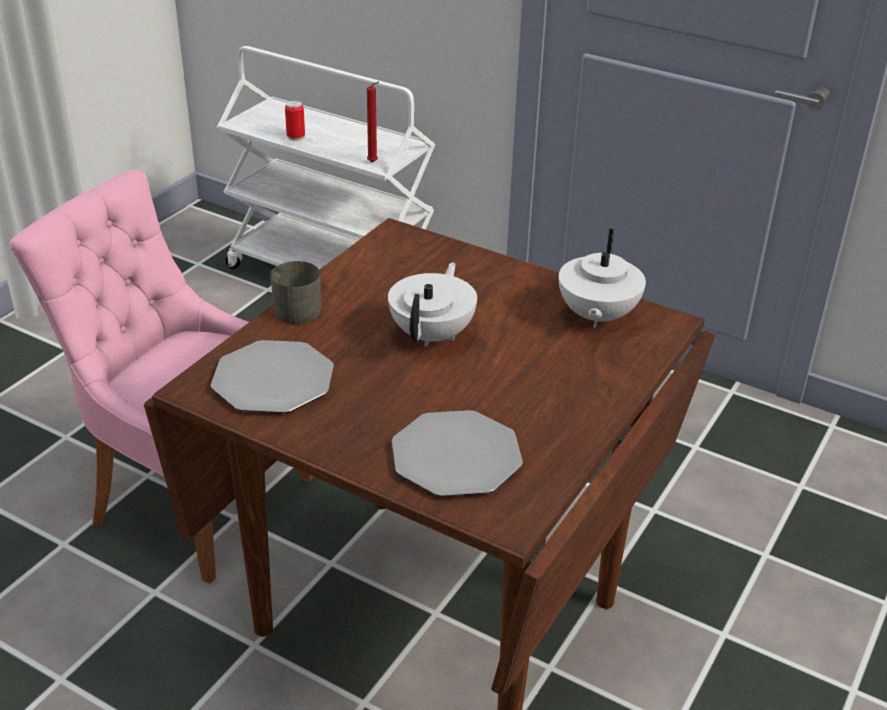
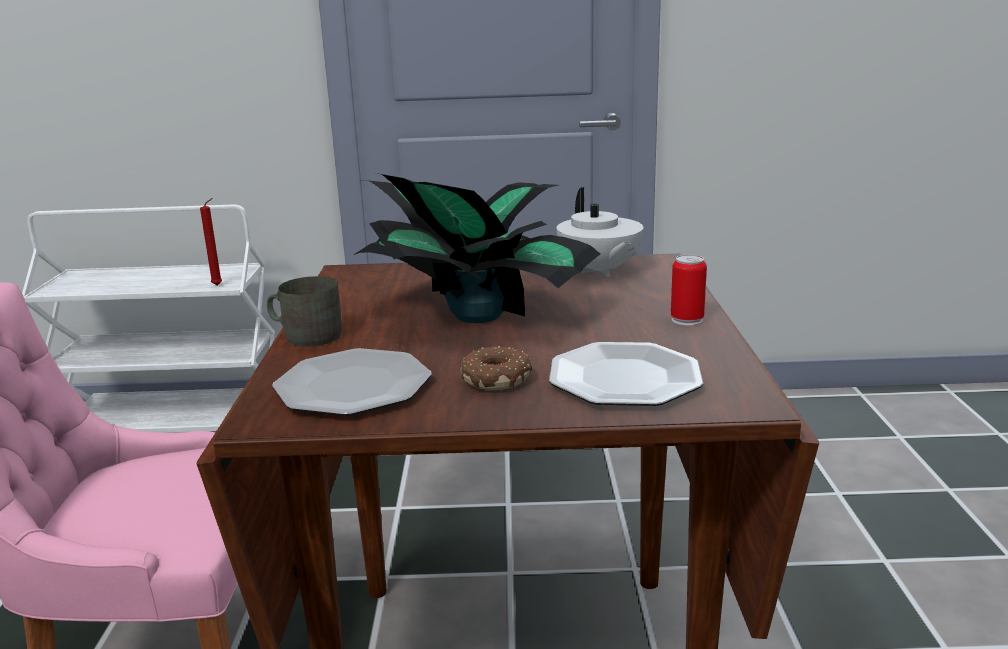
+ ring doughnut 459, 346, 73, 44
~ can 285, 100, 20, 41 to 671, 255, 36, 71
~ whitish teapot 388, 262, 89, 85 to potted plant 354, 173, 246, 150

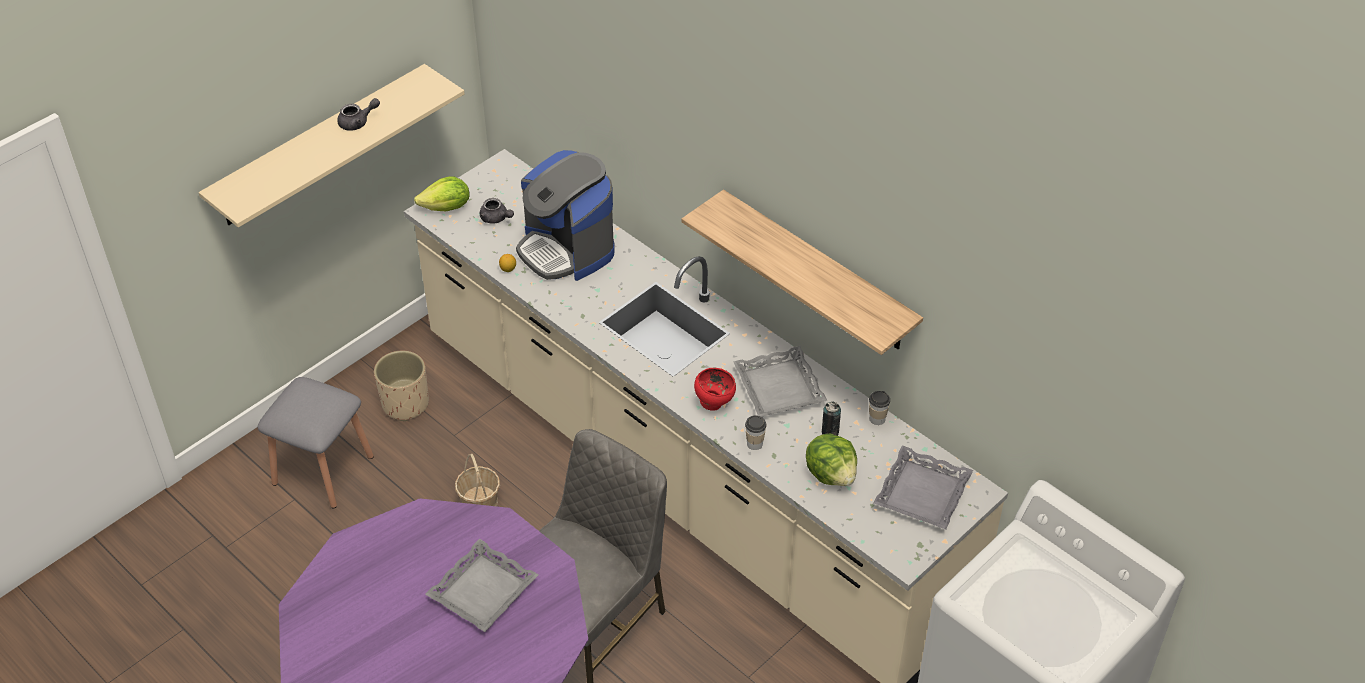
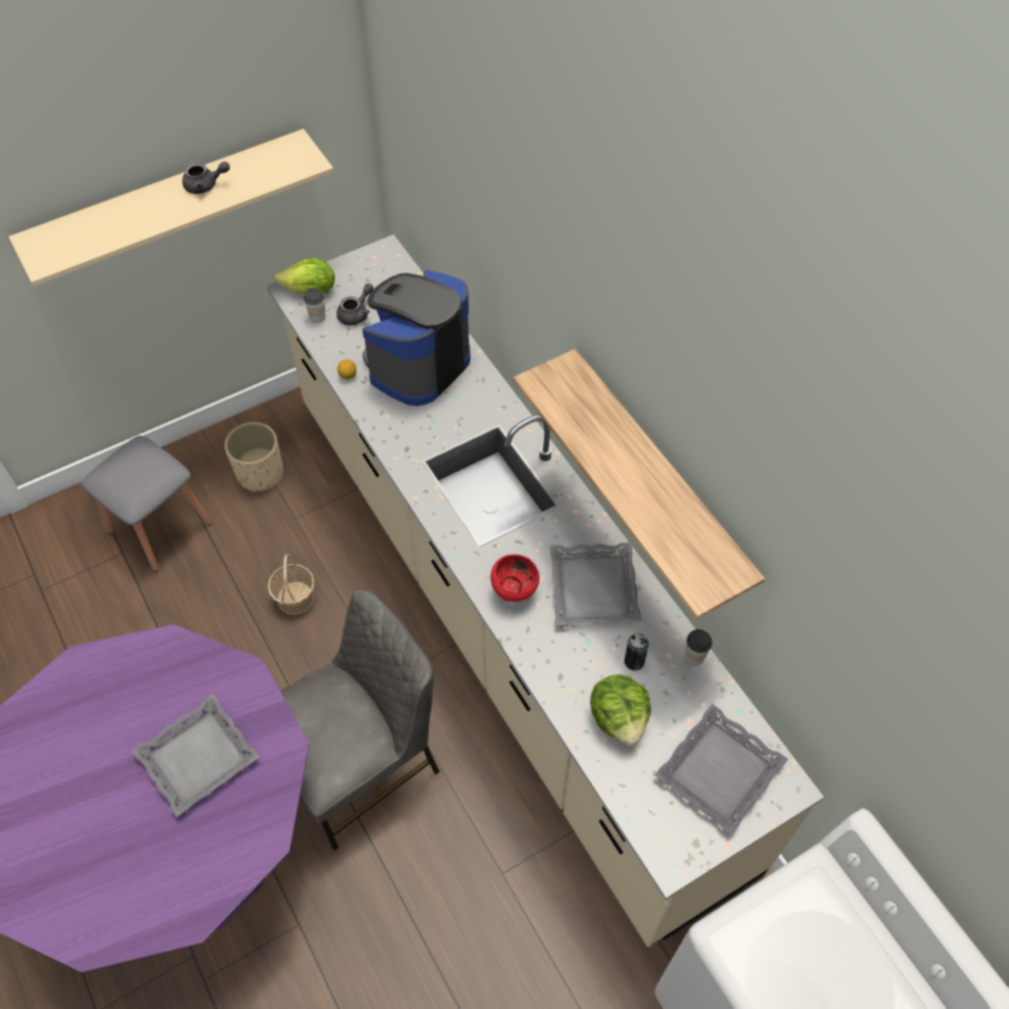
~ small cup 745, 415, 22, 35 to 303, 288, 22, 35
~ grey teapot 480, 198, 34, 26 = 337, 283, 36, 42 105 degrees counterclockwise
~ coffee brewer 516, 150, 99, 131 = 362, 270, 108, 136 60 degrees clockwise

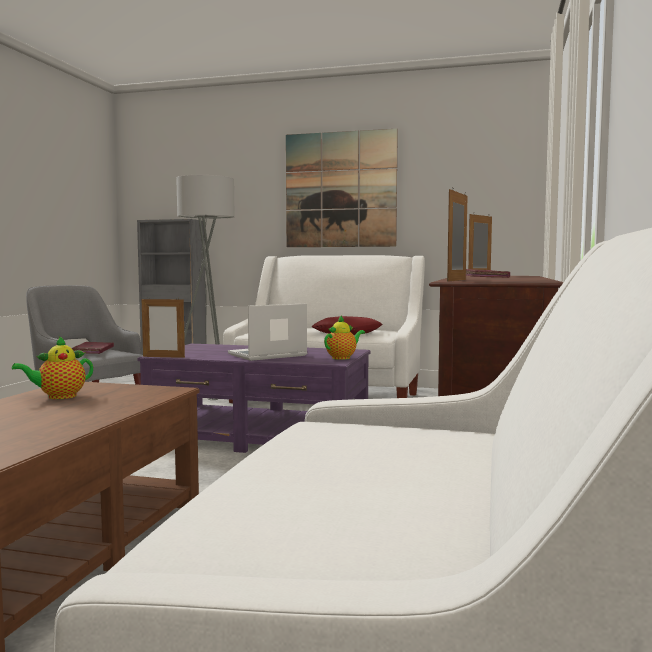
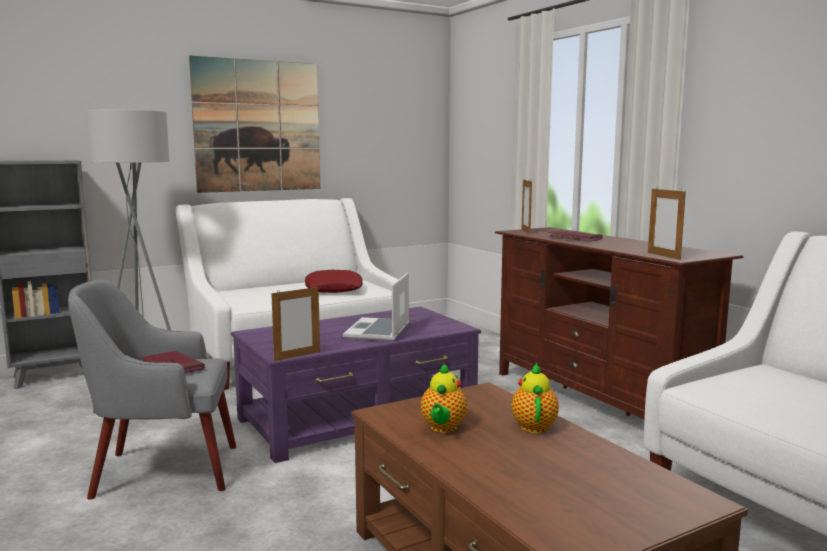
~ teapot 324, 316, 41, 44 to 511, 362, 48, 71

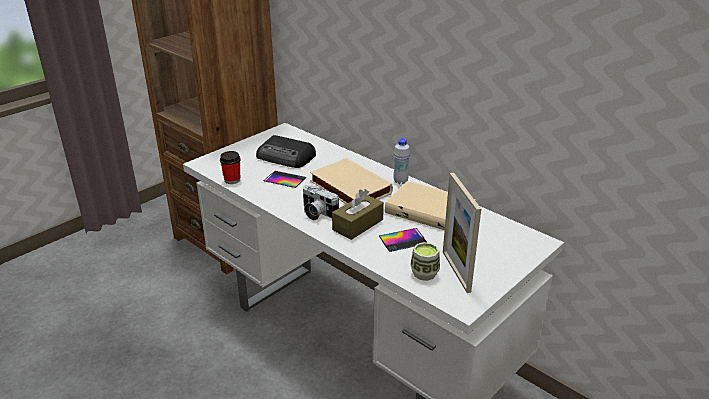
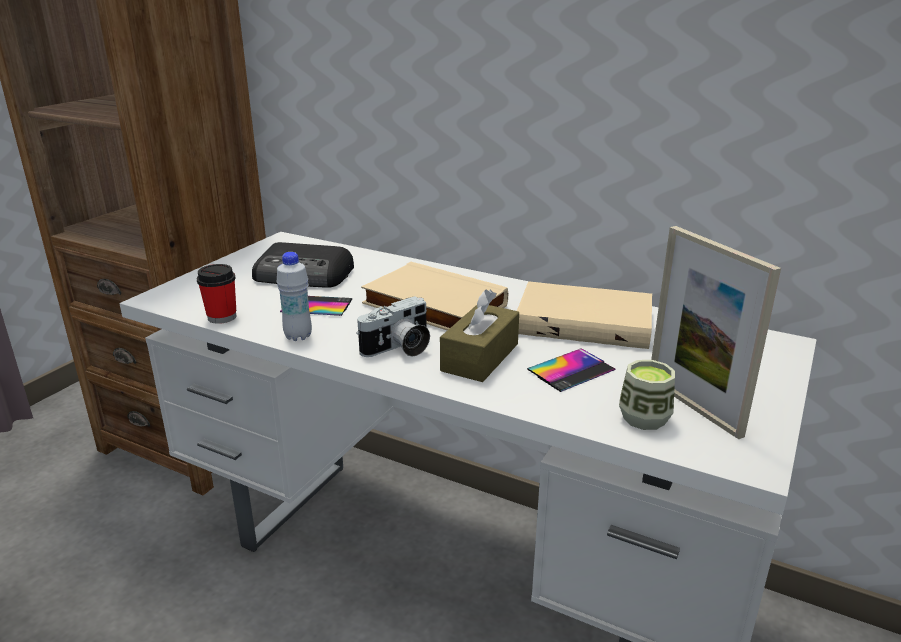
~ whitish drink bottle 393, 138, 17, 46 to 277, 252, 35, 89
~ photo camera 303, 185, 36, 35 = 356, 296, 74, 61 60 degrees counterclockwise

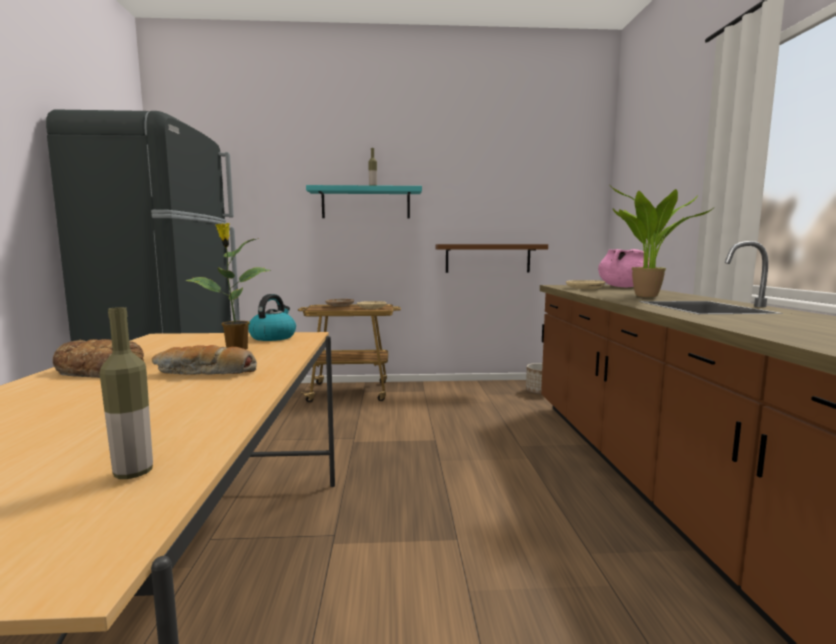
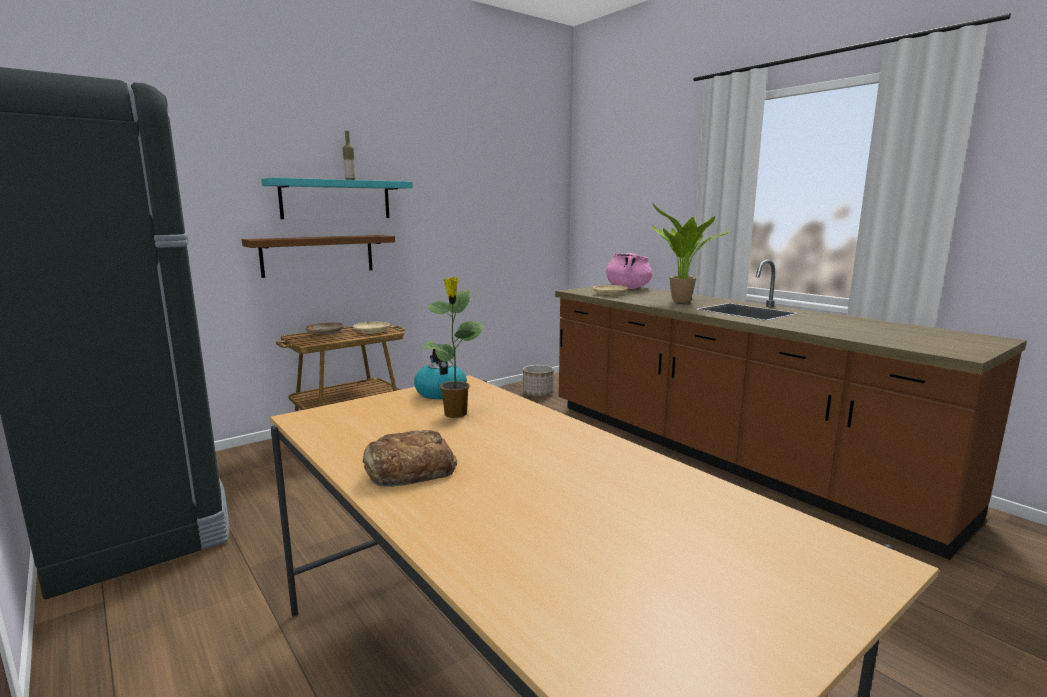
- drink bottle 100, 307, 53, 172
- baked bread 152, 345, 105, 30
~ brown-coloured shelf 435, 244, 113, 29 to 242, 235, 153, 43

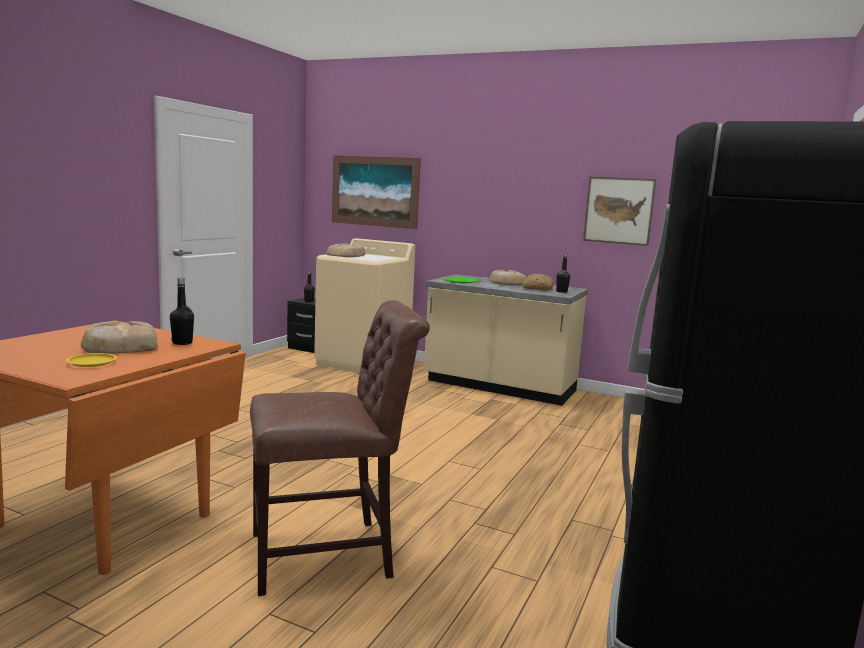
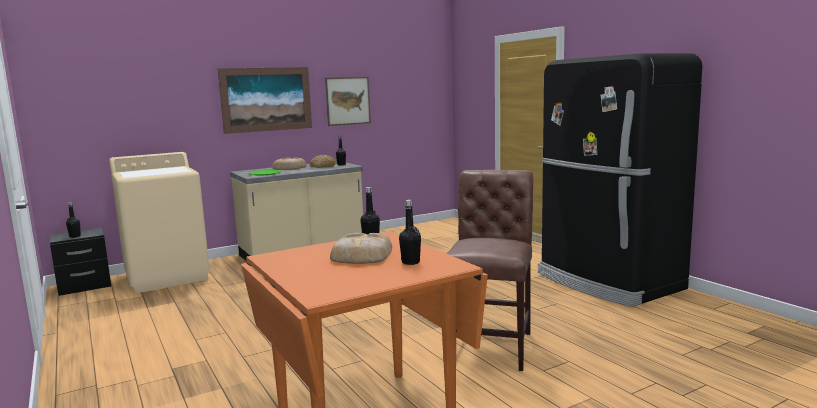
- baked bread 326, 243, 40, 14
~ picture 332, 155, 89, 74 to 218, 67, 94, 67
~ yellow-coloured flat dish 66, 353, 51, 14 to black-coloured drink bottle 399, 200, 22, 65

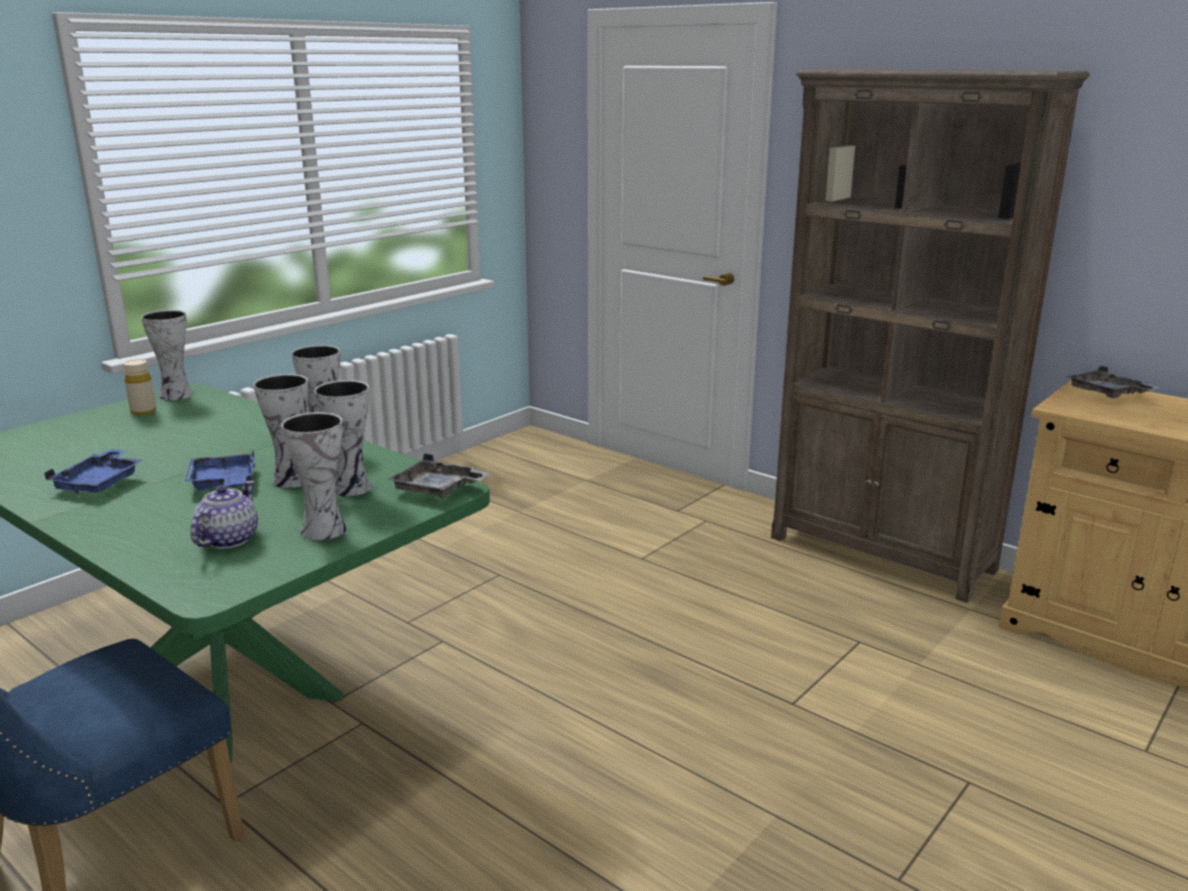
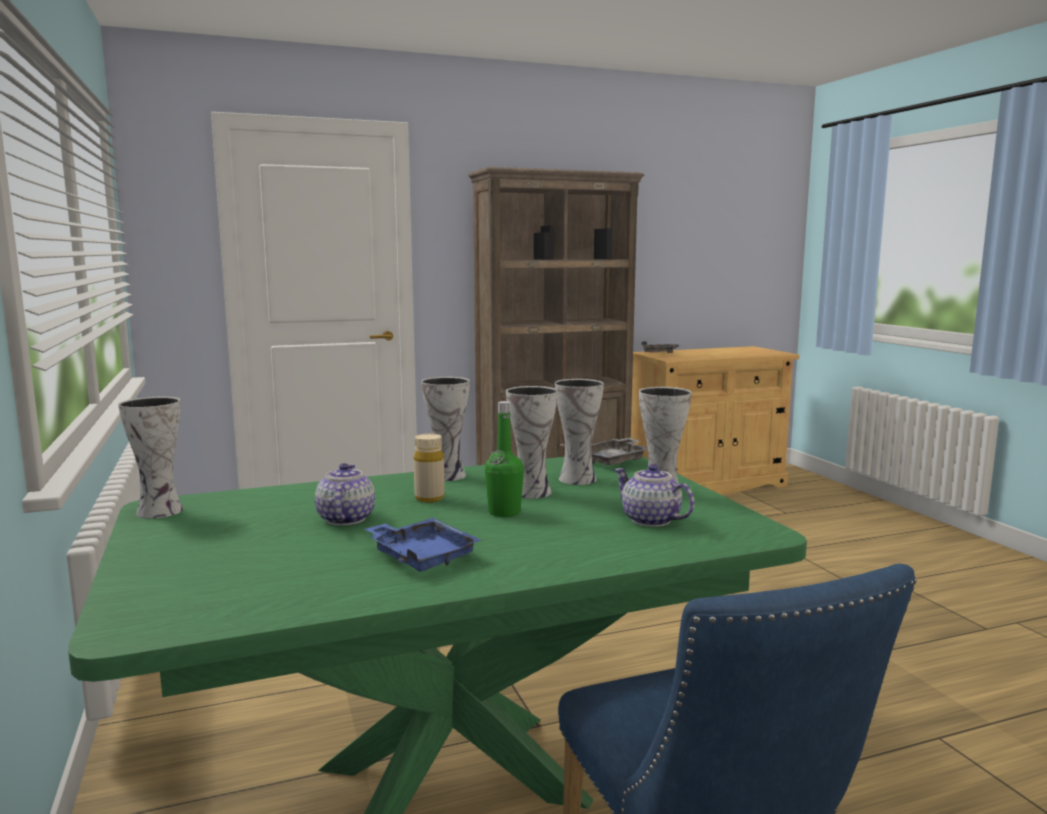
+ teapot 315, 463, 60, 62
~ beige-coloured drink bottle 123, 359, 33, 57 to 414, 434, 31, 69
~ bluish serving tray 185, 448, 70, 42 to greenish drink bottle 485, 401, 39, 116

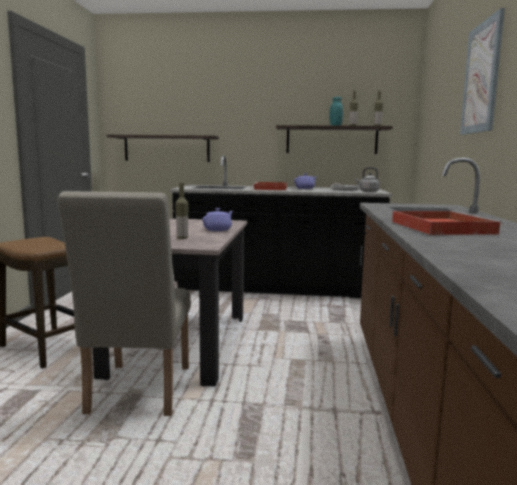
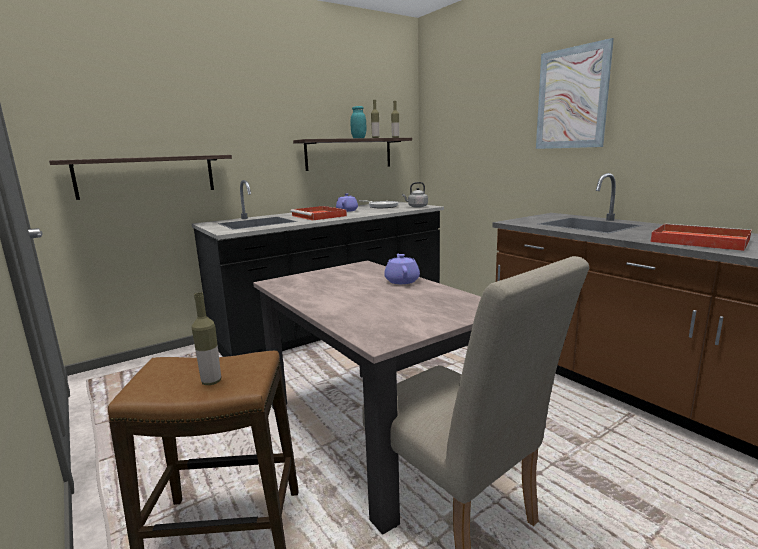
~ drink bottle 175, 183, 13, 56 to 192, 292, 29, 93

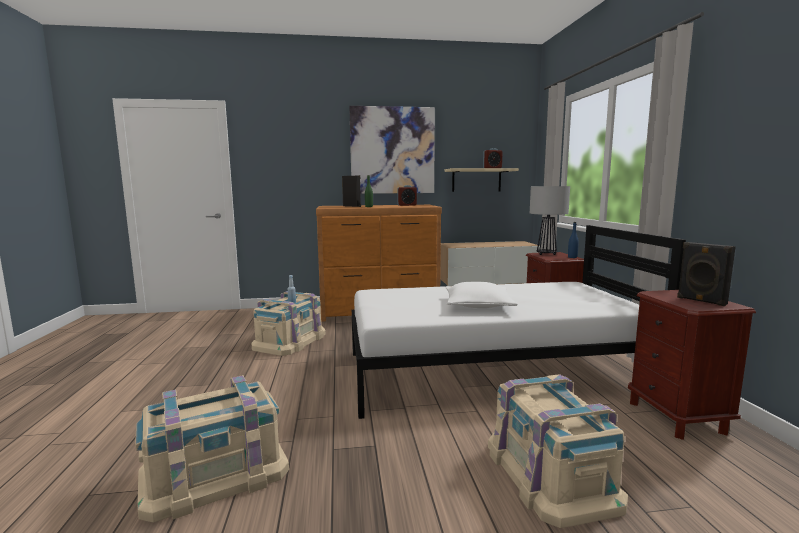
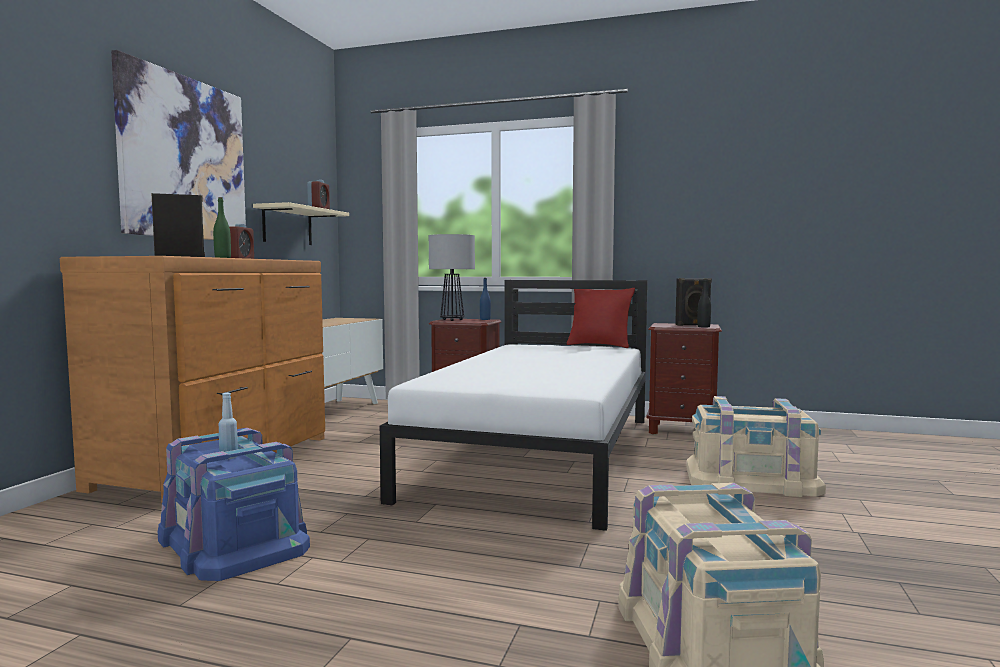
- whitish throw pillow 445, 282, 72, 26
+ red-coloured throw pillow 567, 288, 68, 60
+ black-coloured drink bottle 698, 278, 13, 49
~ beige-coloured storage bin 252, 291, 74, 65 to bluish storage bin 158, 428, 152, 153

